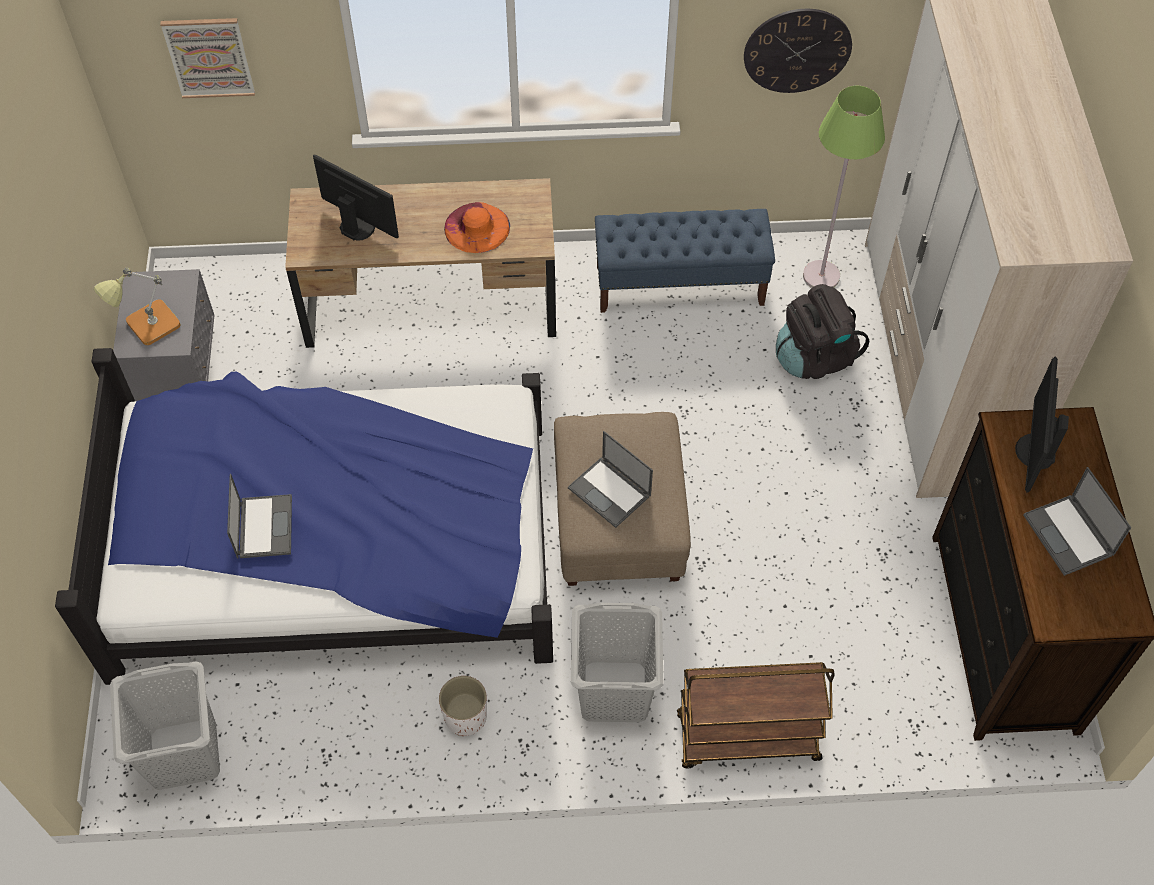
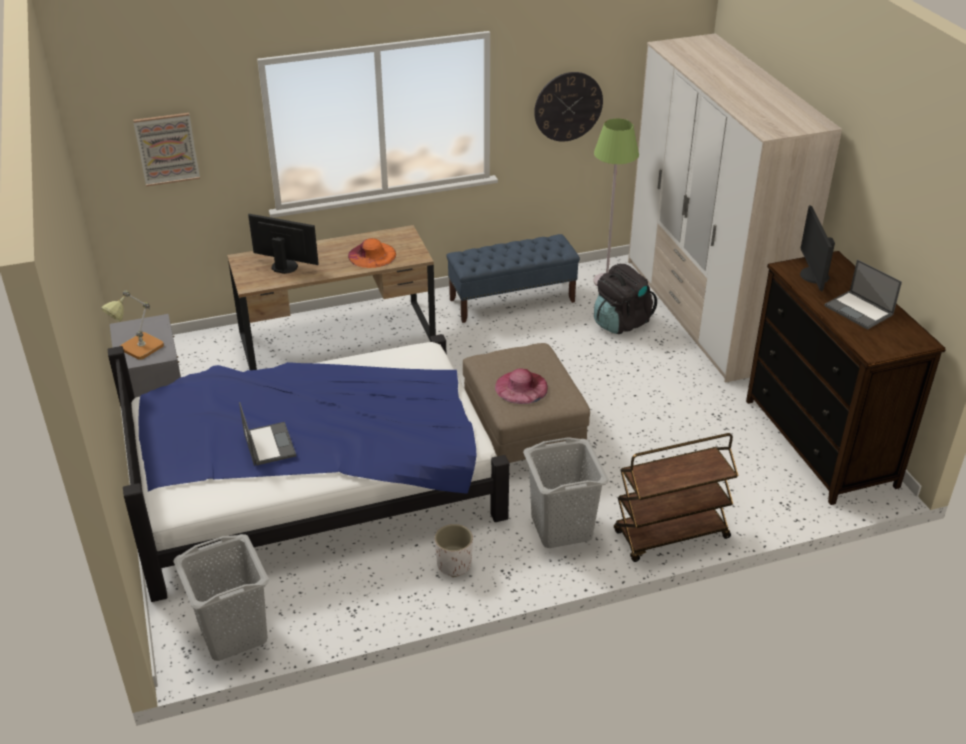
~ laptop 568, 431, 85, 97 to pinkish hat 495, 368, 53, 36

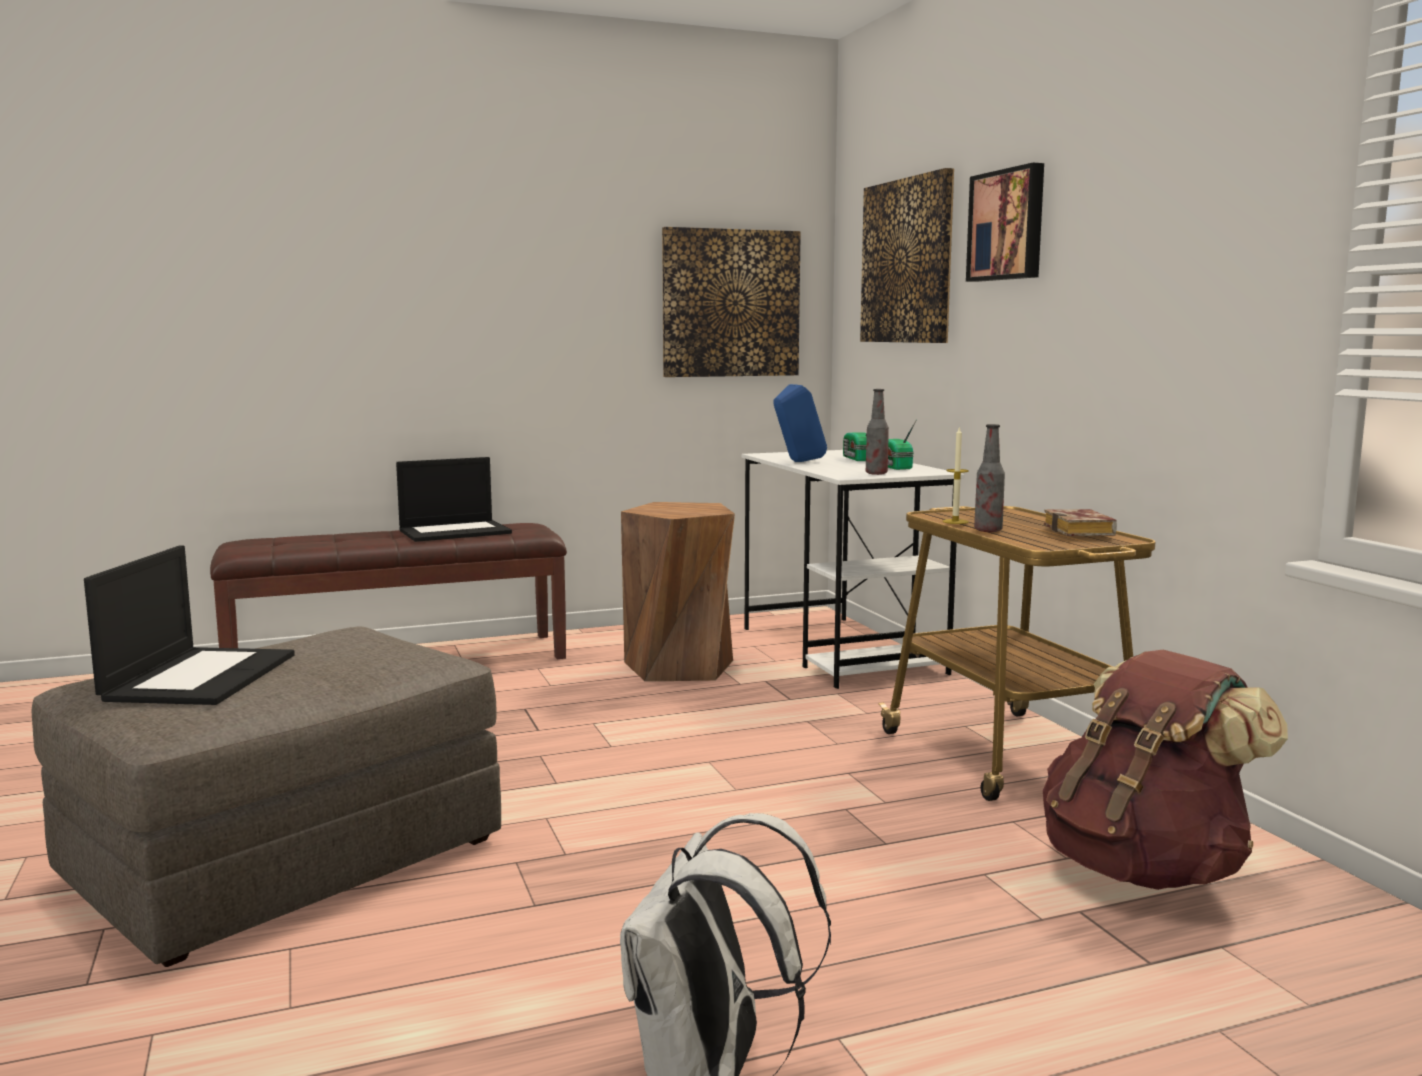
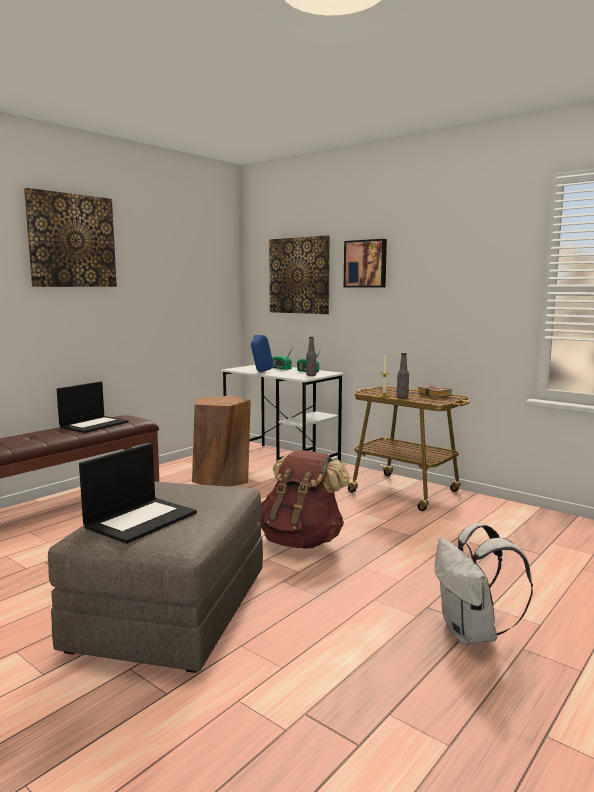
~ picture 662, 227, 139, 150 to 24, 188, 93, 99
~ brown-coloured knapsack 1043, 650, 245, 240 to 259, 450, 91, 98
~ laptop 84, 545, 211, 160 = 79, 443, 118, 101 60 degrees clockwise

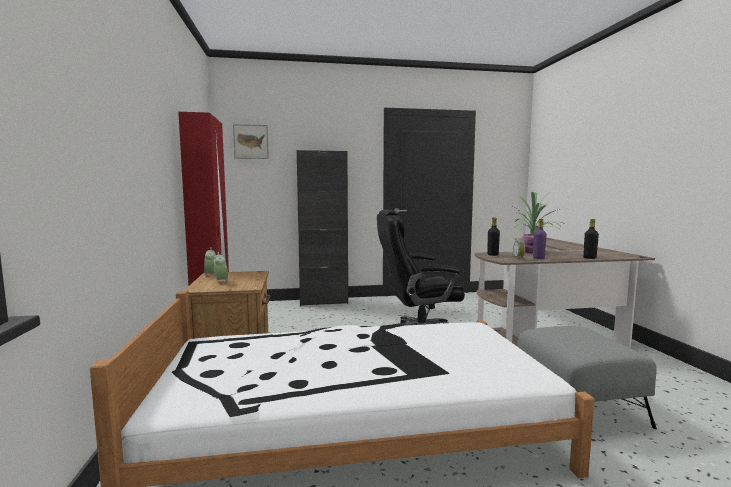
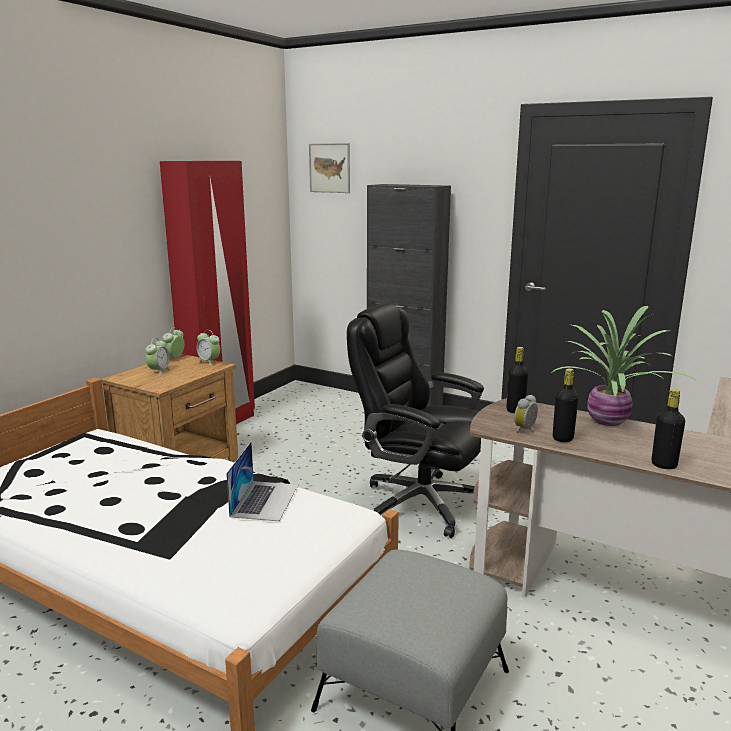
+ alarm clock 197, 330, 23, 36
+ laptop 226, 442, 72, 79
~ purplish drink bottle 533, 219, 14, 40 to black-coloured drink bottle 553, 368, 26, 74

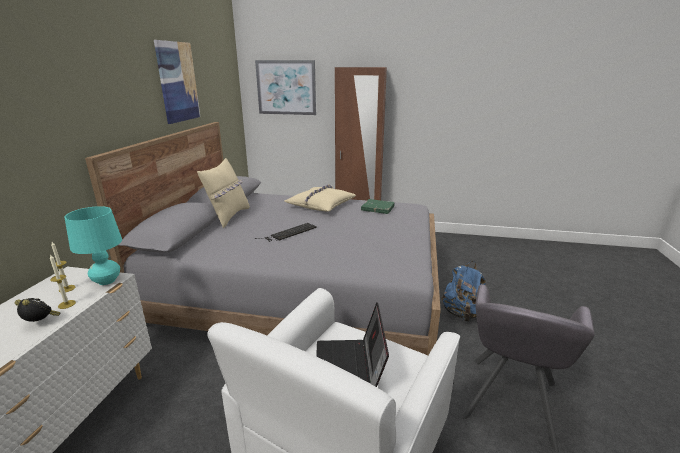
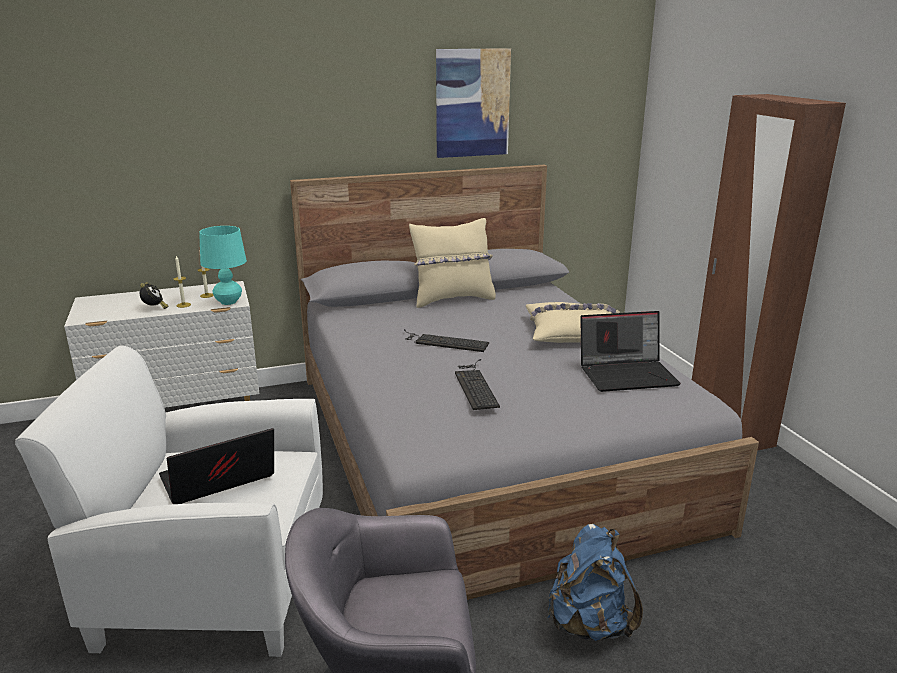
- picture 255, 60, 61, 55
+ PC keyboard 455, 359, 45, 51
~ greenish book 361, 199, 34, 15 to laptop 580, 311, 101, 81

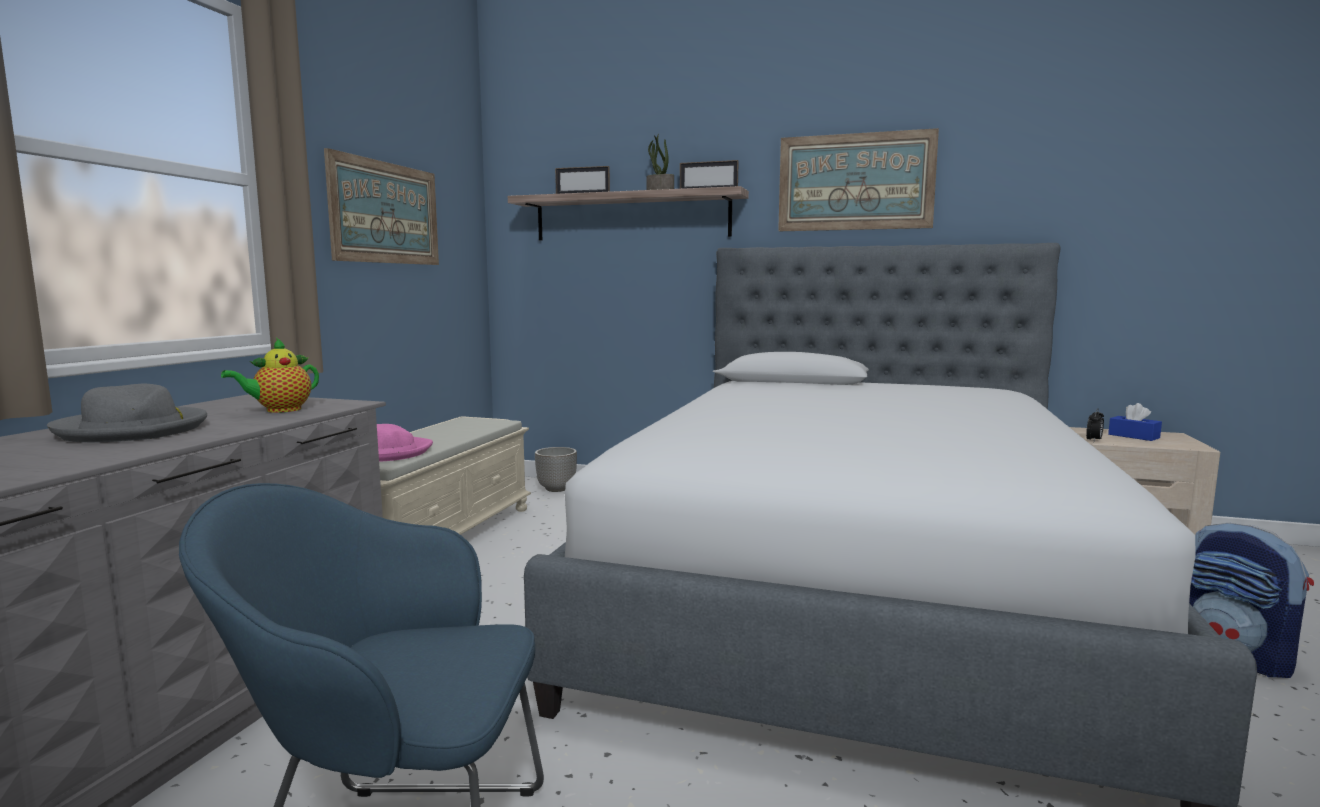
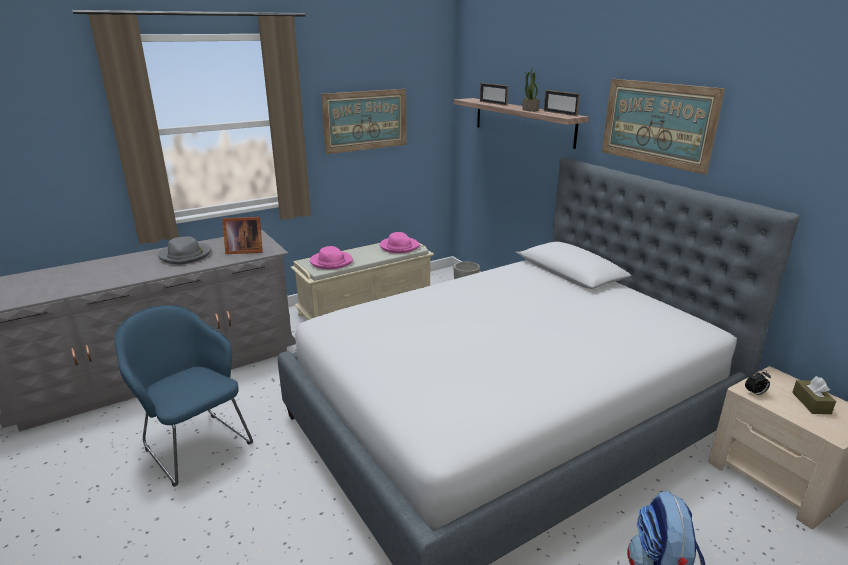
+ pinkish hat 380, 232, 40, 21
~ teapot 221, 338, 98, 75 to standing frame 222, 217, 41, 37
~ bluish box of tissues 1108, 403, 54, 38 to brown-coloured box of tissues 792, 376, 44, 38

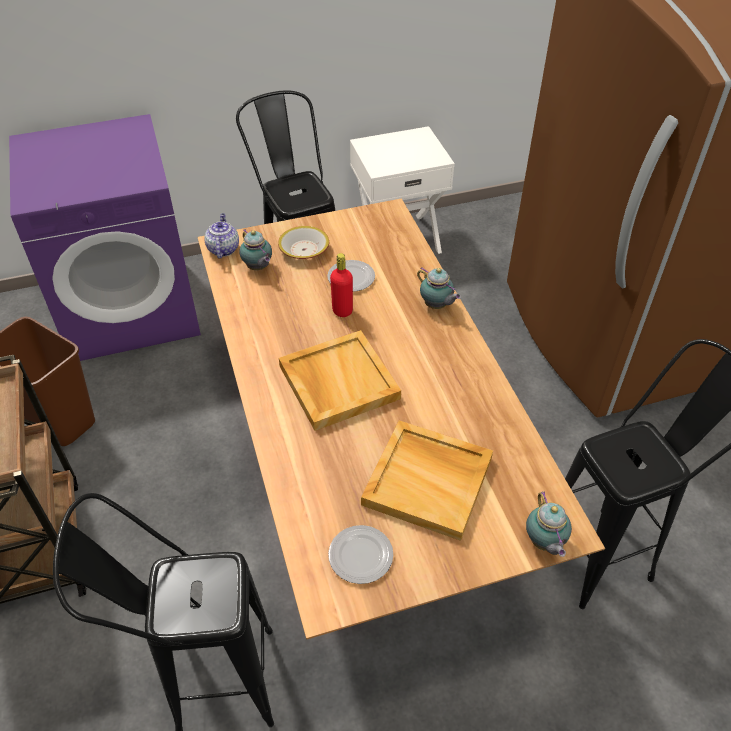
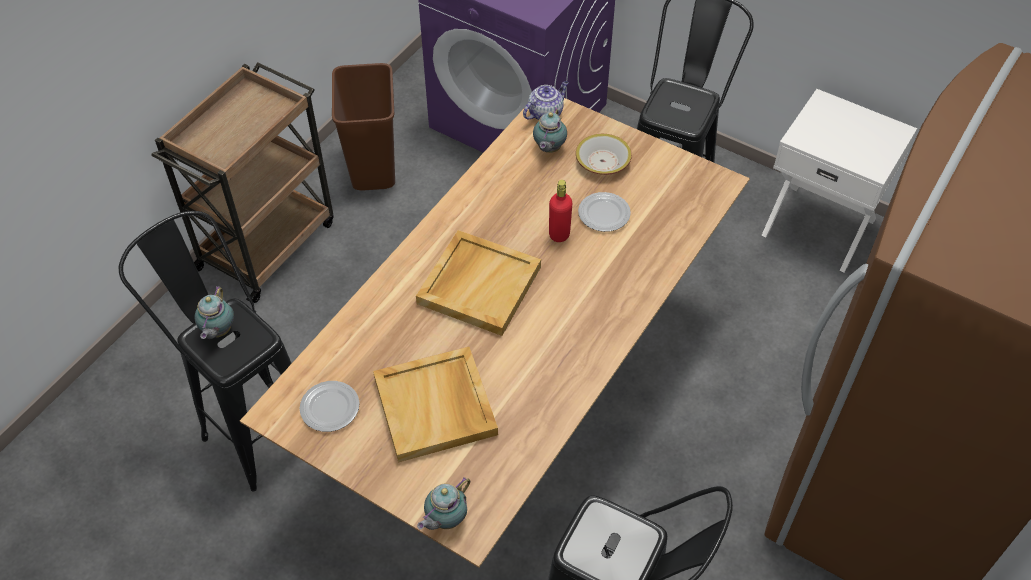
~ teapot 417, 267, 44, 42 to 195, 286, 39, 53

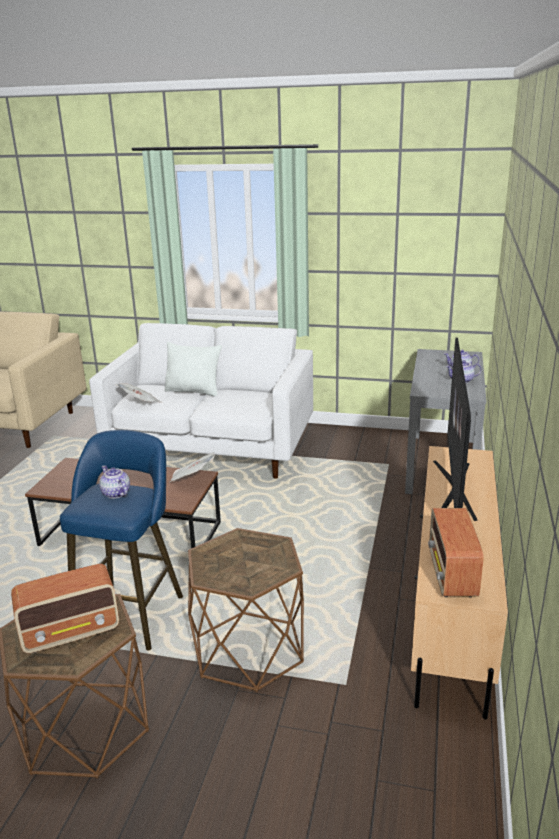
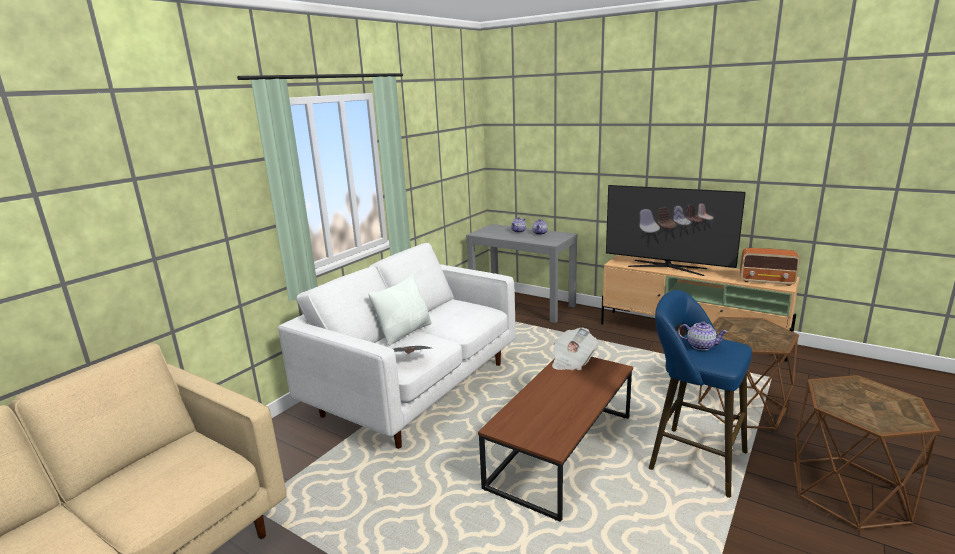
- radio set 11, 564, 108, 89
~ teapot 99, 465, 31, 34 = 678, 321, 50, 29 135 degrees counterclockwise

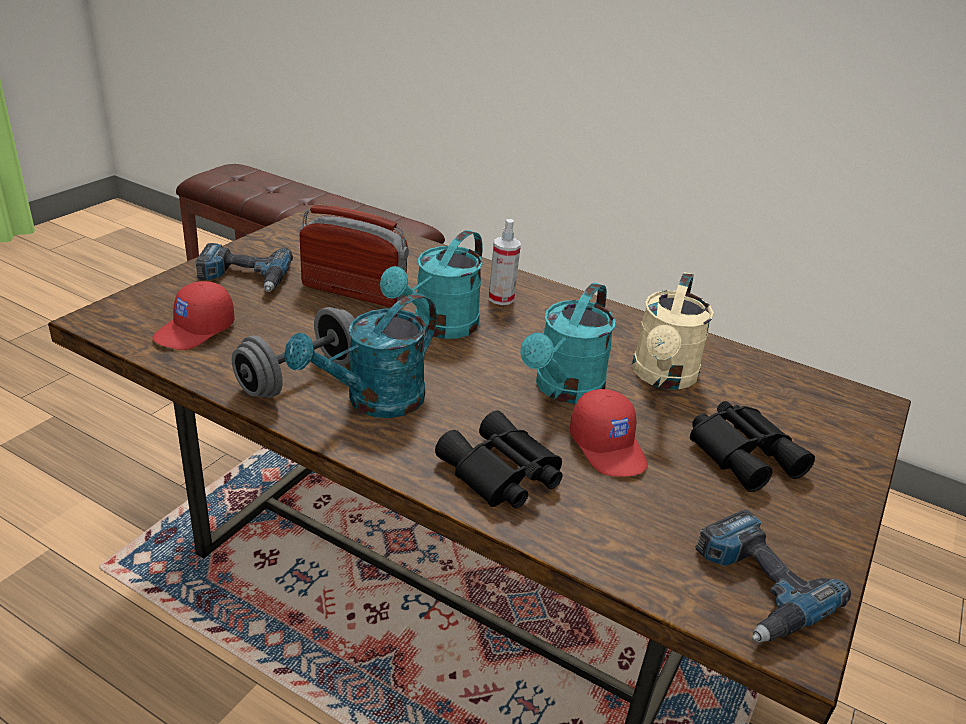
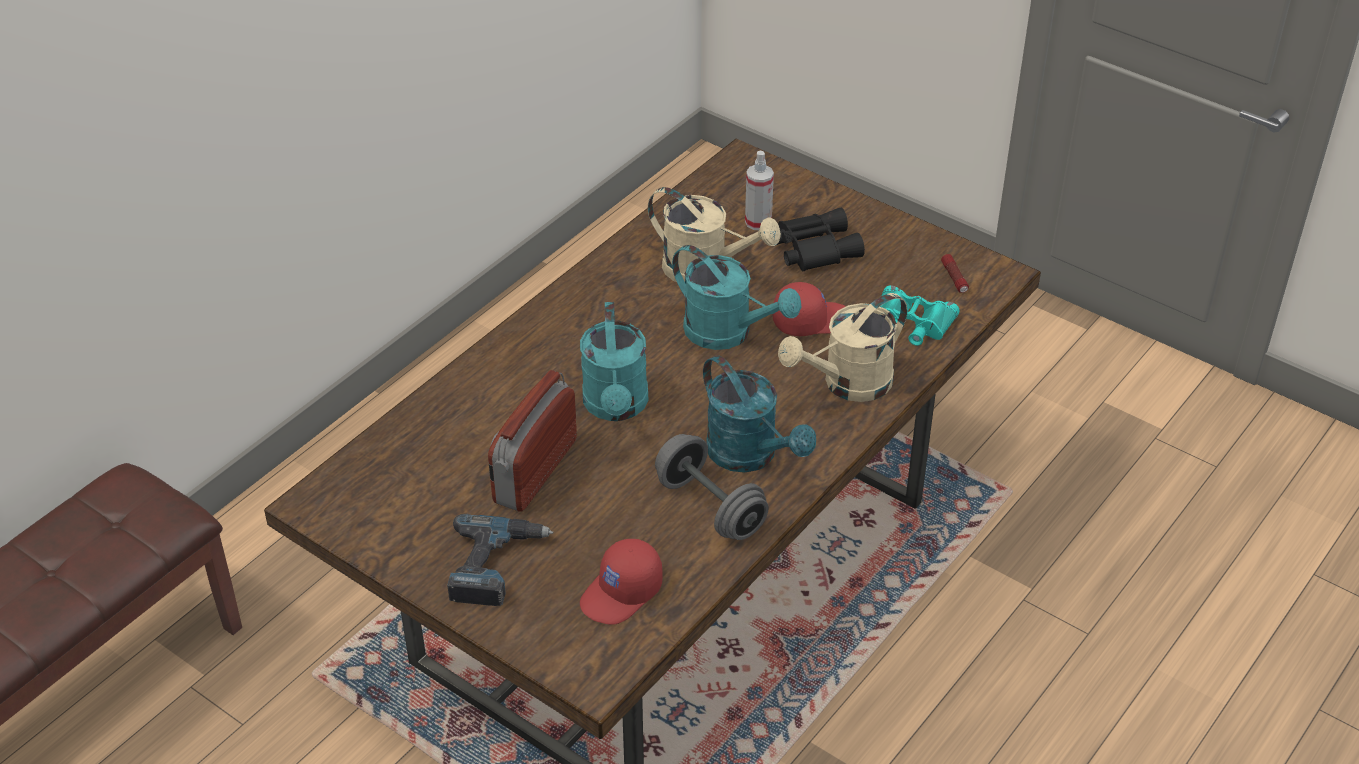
+ turquoise-coloured pair of binoculars 880, 285, 80, 61
~ spray bottle 489, 219, 32, 86 to 745, 151, 29, 79
~ black-coloured pair of binoculars 435, 411, 128, 97 to beige-coloured watering pot 778, 293, 129, 109
~ electric drill 695, 510, 156, 132 to flashlight 941, 254, 28, 39
~ red-coloured baseball cap 152, 281, 83, 69 = 580, 539, 83, 86 90 degrees clockwise
~ turquoise-coloured watering pot 380, 230, 103, 109 = 580, 302, 69, 119 45 degrees clockwise

